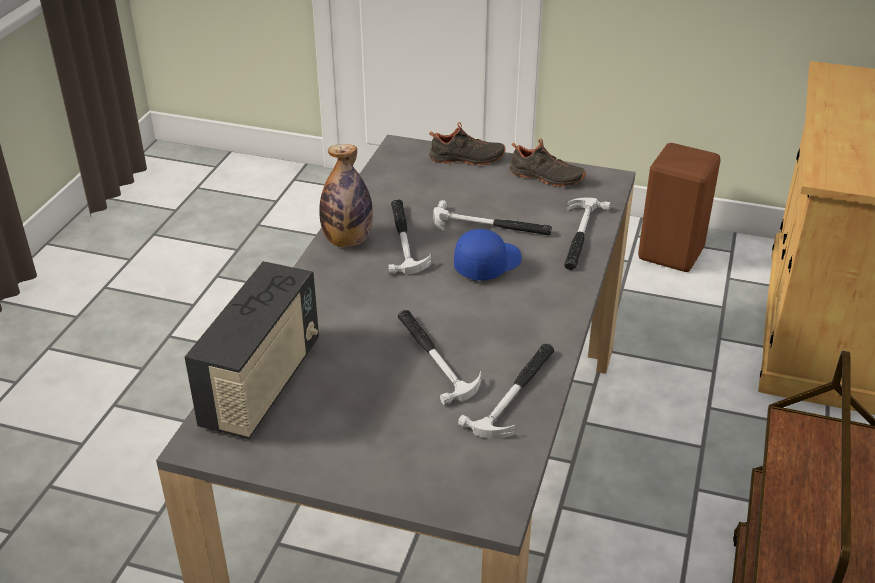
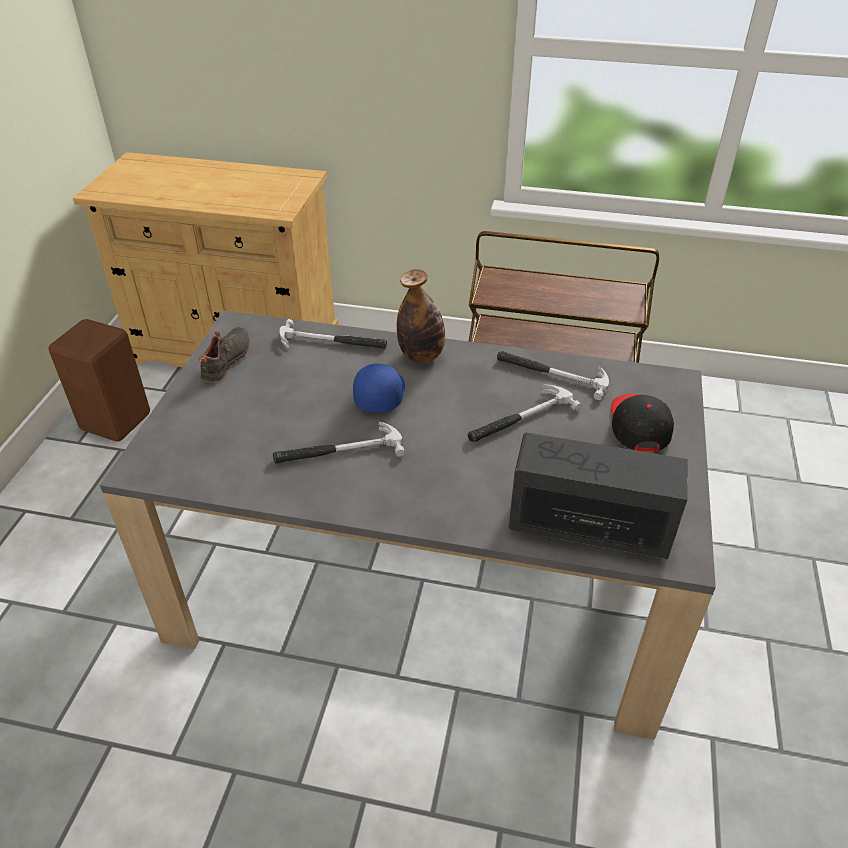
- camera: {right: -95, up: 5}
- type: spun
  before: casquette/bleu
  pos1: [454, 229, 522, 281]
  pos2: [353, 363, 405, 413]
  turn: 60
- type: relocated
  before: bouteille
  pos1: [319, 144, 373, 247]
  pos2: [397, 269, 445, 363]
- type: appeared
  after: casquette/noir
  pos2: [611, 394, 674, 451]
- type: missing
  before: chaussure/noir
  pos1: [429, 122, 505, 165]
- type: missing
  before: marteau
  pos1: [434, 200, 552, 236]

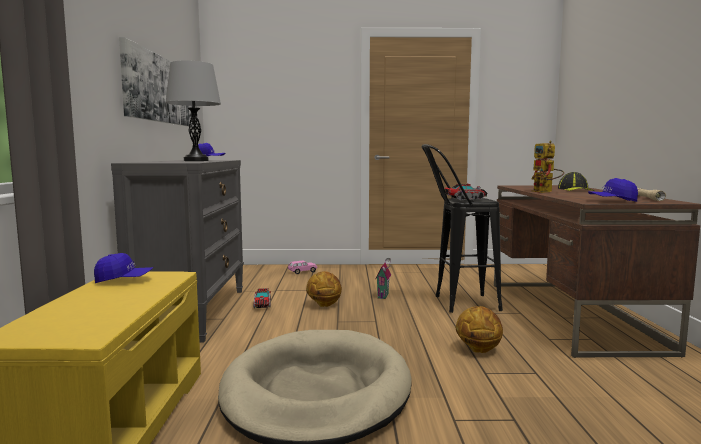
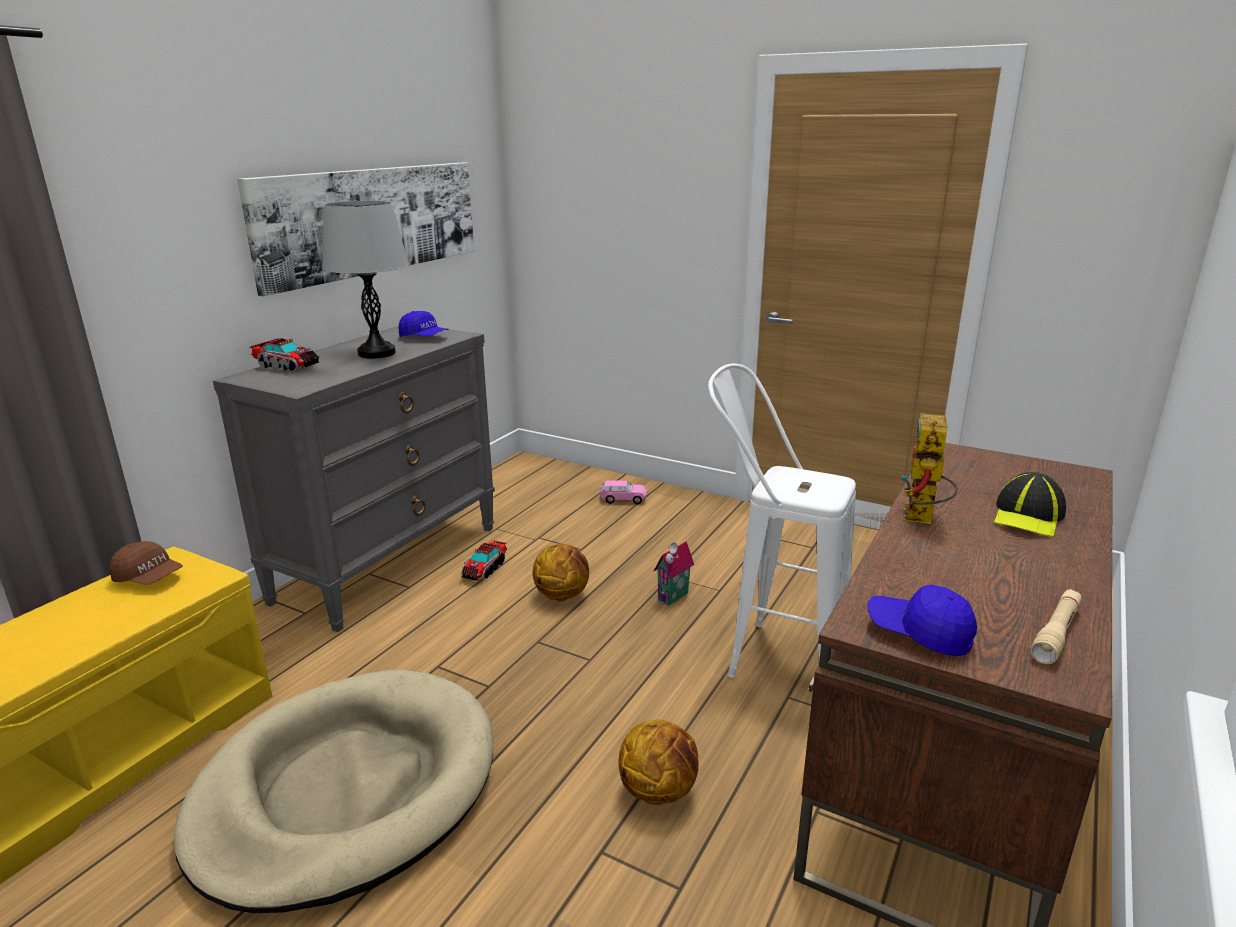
- camera: {right: 30, up: 15}
- type: colour
  before: casquette/bleu
  after: casquette/marron
  pos1: [94, 253, 153, 283]
  pos2: [110, 541, 183, 584]
- type: relocated
  before: camion jouet
  pos1: [445, 184, 487, 200]
  pos2: [249, 338, 320, 371]
- type: colour
  before: tabouret/noir
  after: tabouret/blanc
  pos1: [421, 144, 503, 313]
  pos2: [708, 364, 856, 678]

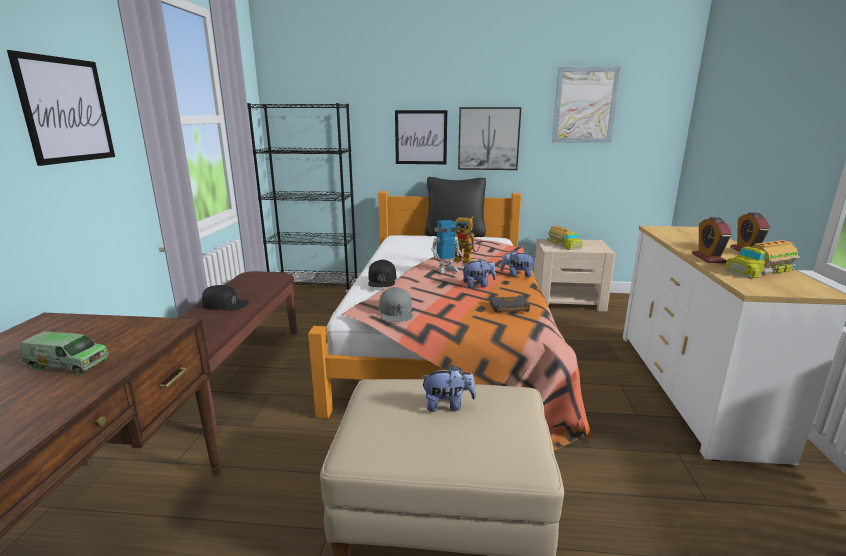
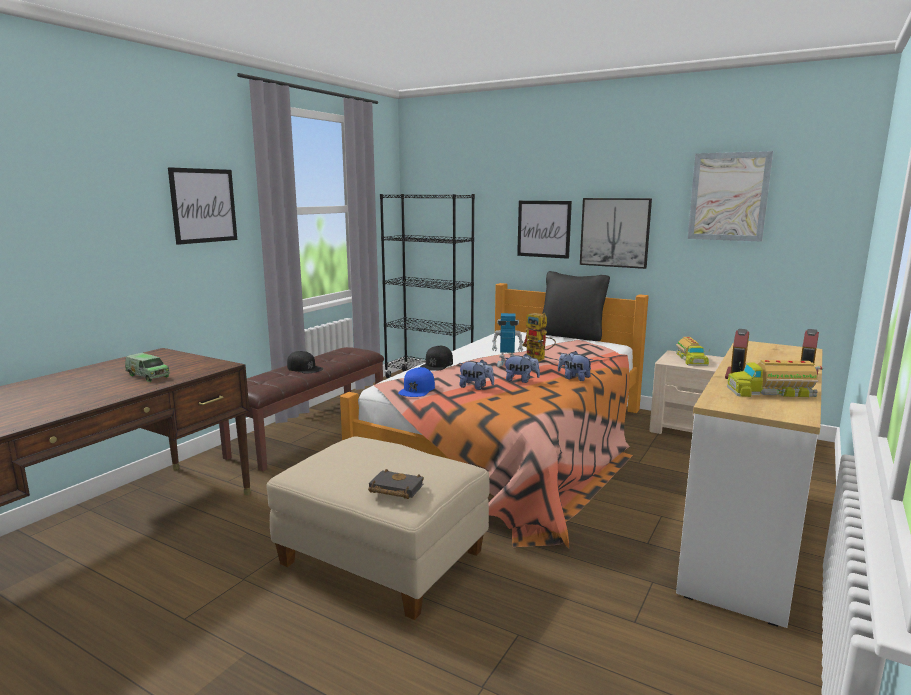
- camera: {right: 25, up: -5}
- type: relocated
  before: livre/noir
  pos1: [490, 295, 530, 313]
  pos2: [368, 469, 424, 499]
- type: colour
  before: casquette/gris
  after: casquette/bleu
  pos1: [379, 287, 413, 322]
  pos2: [398, 367, 435, 397]
- type: relocated
  before: peluche
  pos1: [420, 365, 476, 412]
  pos2: [459, 360, 494, 390]

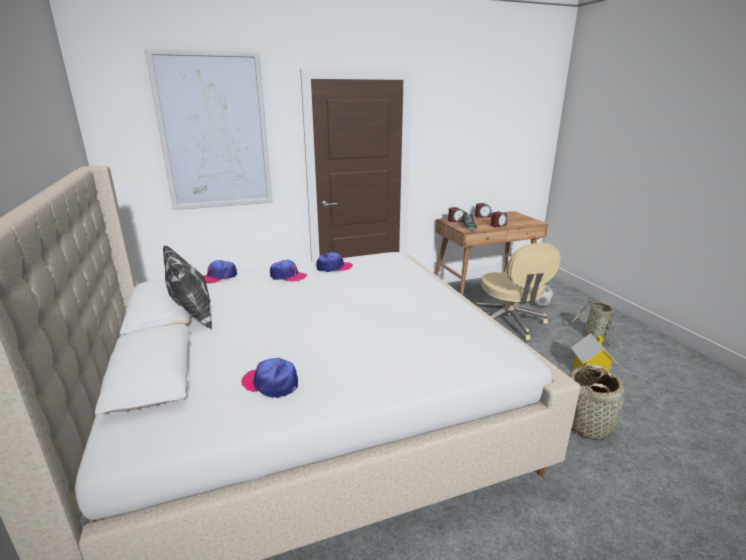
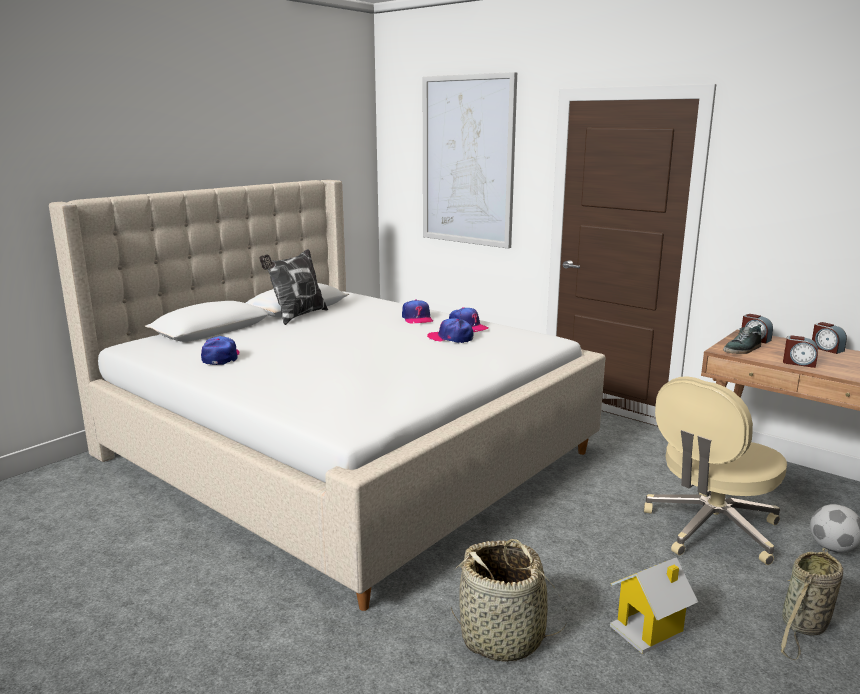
- camera: {right: 60, up: -5}
- type: relocated
  before: casquette
  pos1: [204, 260, 237, 283]
  pos2: [427, 318, 474, 343]

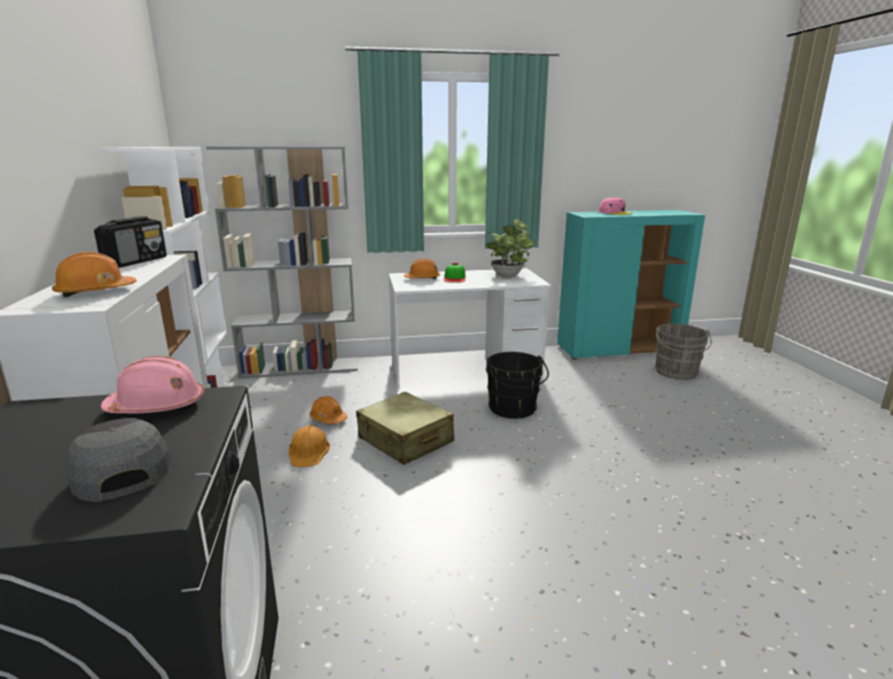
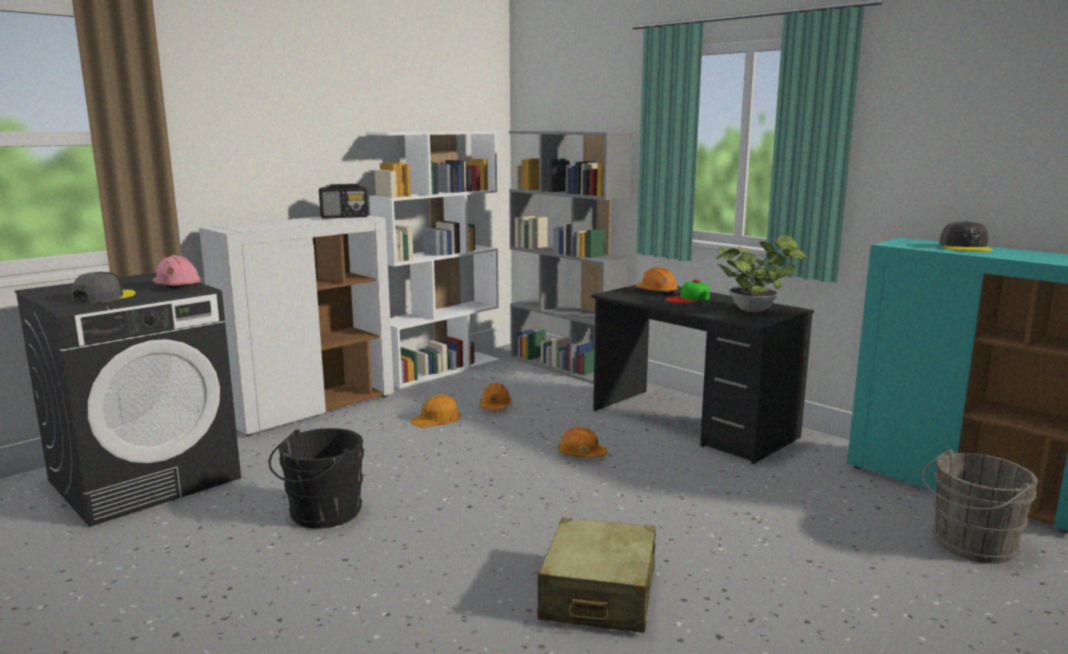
- camera: {right: 55, up: -5}
- type: relocated
  before: seau/noir
  pos1: [486, 352, 549, 419]
  pos2: [269, 428, 364, 529]
- type: relocated
  before: valise/beige
  pos1: [356, 392, 454, 465]
  pos2: [537, 518, 656, 633]
- type: relocated
  before: casque de chantier/orange
  pos1: [52, 252, 137, 297]
  pos2: [558, 427, 607, 458]
- type: colour
  before: bureau/blanc
  after: bureau/noir
  pos1: [389, 268, 551, 389]
  pos2: [592, 285, 814, 464]
- type: colour
  before: casquette/rose
  after: casquette/gris
  pos1: [599, 197, 633, 215]
  pos2: [939, 221, 993, 251]

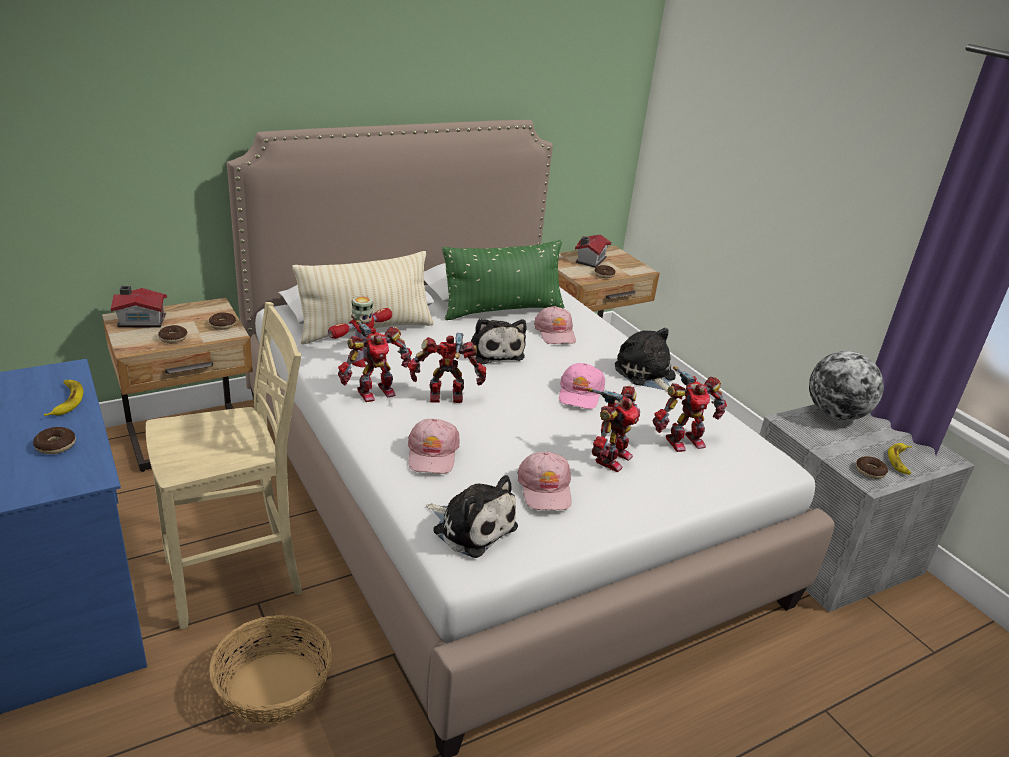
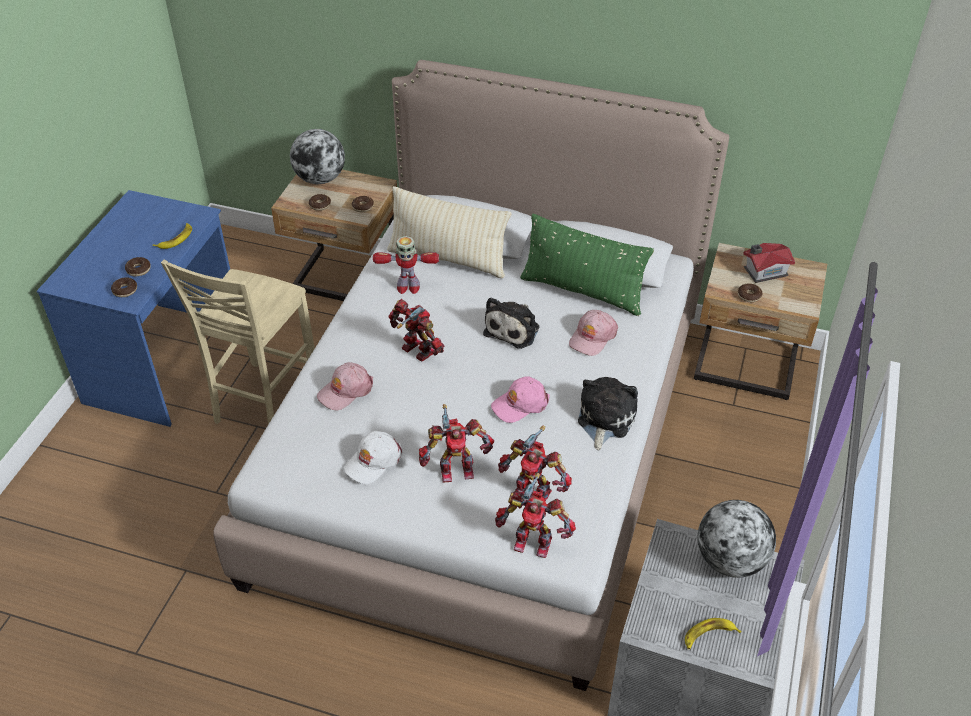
- camera: {right: 50, up: 15}
- type: relocated
  before: beignet
  pos1: [856, 456, 888, 479]
  pos2: [111, 277, 137, 297]
- type: spun
  before: chaise/beige
  pos1: [146, 302, 302, 630]
  pos2: [161, 260, 315, 424]
  turn: 90
- type: exchanged
  before: maison miniature
  after: globe
  pos1: [111, 286, 167, 327]
  pos2: [290, 129, 345, 184]
- type: colour
  before: casquette/rose
  after: casquette/blanc
  pos1: [517, 452, 572, 510]
  pos2: [344, 431, 402, 484]
- type: relocated
  before: robot jouet
  pos1: [338, 320, 412, 402]
  pos2: [495, 473, 576, 558]
- type: missing
  before: panier
  pos1: [209, 615, 332, 725]
- type: missing
  before: peluche
  pos1: [426, 475, 518, 558]

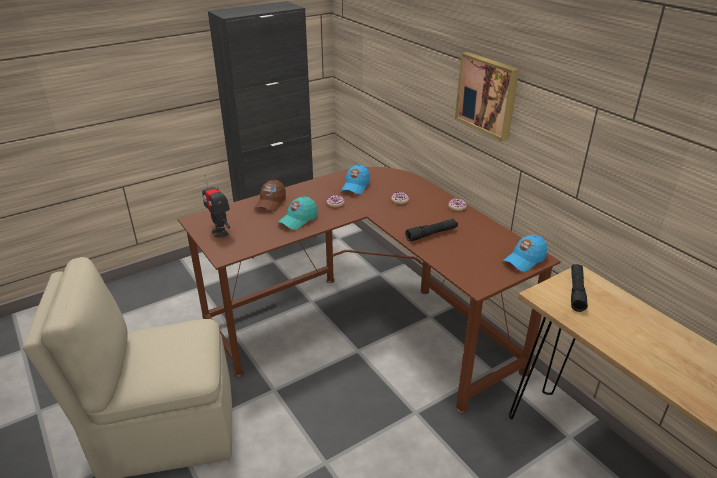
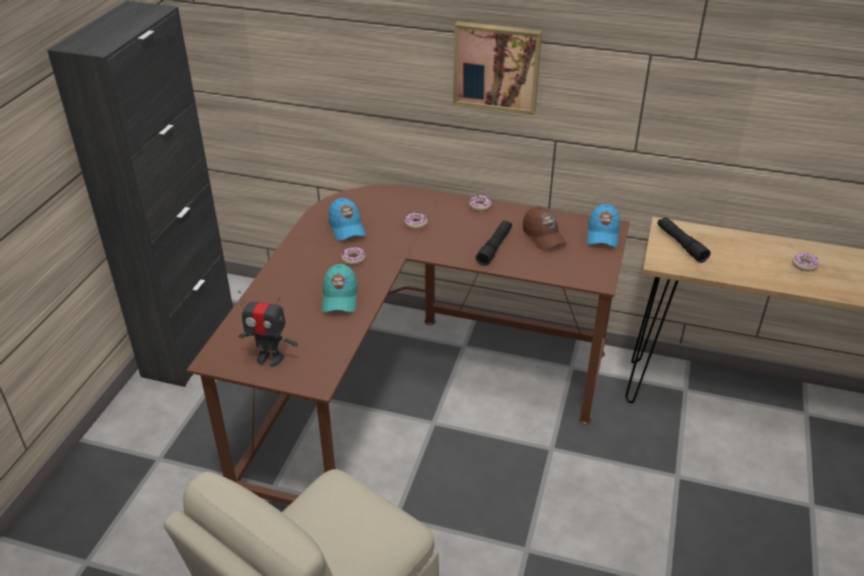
- camera: {right: -40, up: 5}
- type: relocated
  before: casquette/marron
  pos1: [255, 180, 286, 211]
  pos2: [523, 206, 567, 250]
- type: appeared
  after: beignet
  pos2: [792, 253, 819, 271]

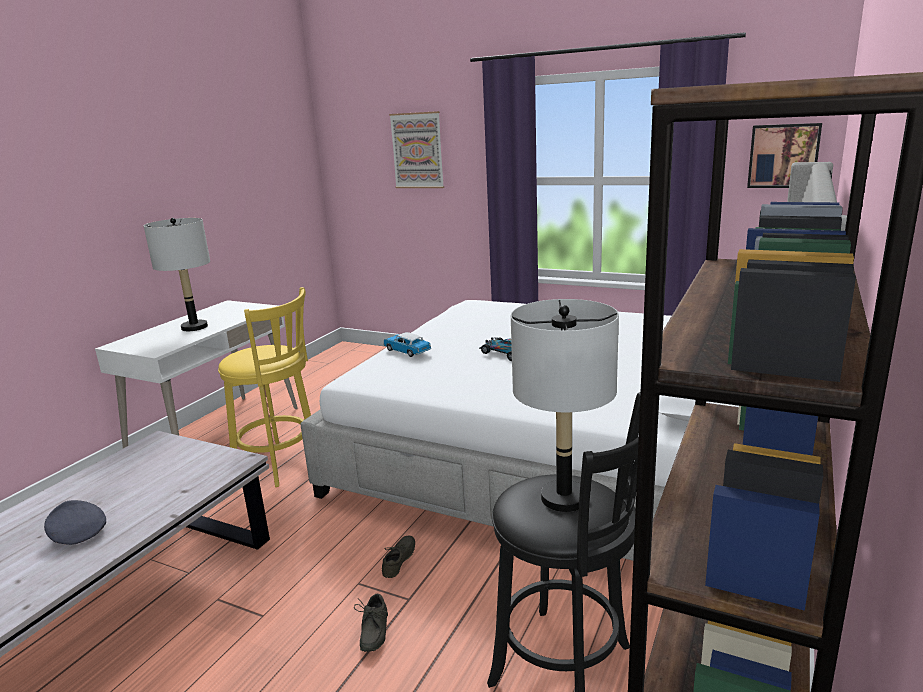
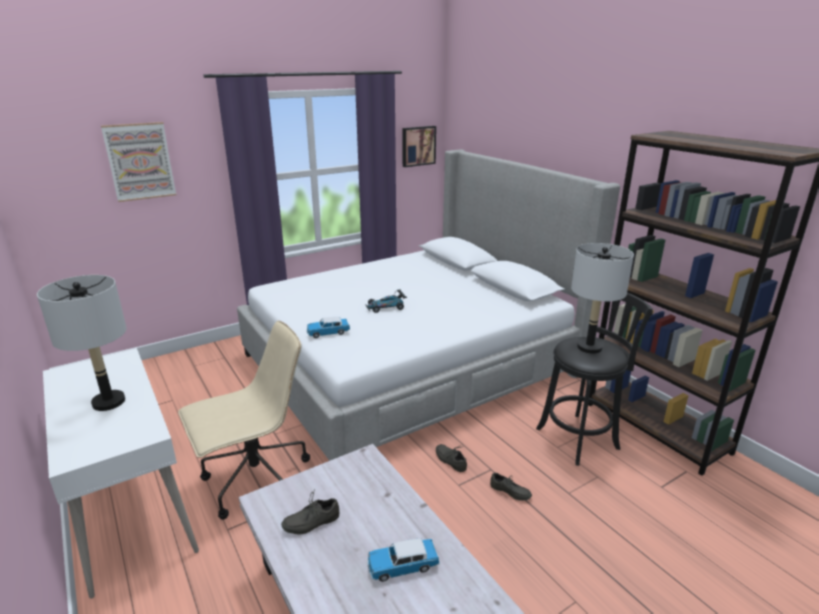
- camera: {right: -60, up: 5}
- type: exchanged
  before: tabouret/jaune
  after: chaise de bureau/beige
  pos1: [218, 287, 311, 487]
  pos2: [178, 321, 310, 520]
- type: appeared
  after: chaussure/gris
  pos2: [281, 489, 340, 534]
- type: exchanged
  before: casquette/gris
  after: petite voiture
  pos1: [44, 500, 106, 545]
  pos2: [368, 538, 440, 582]

